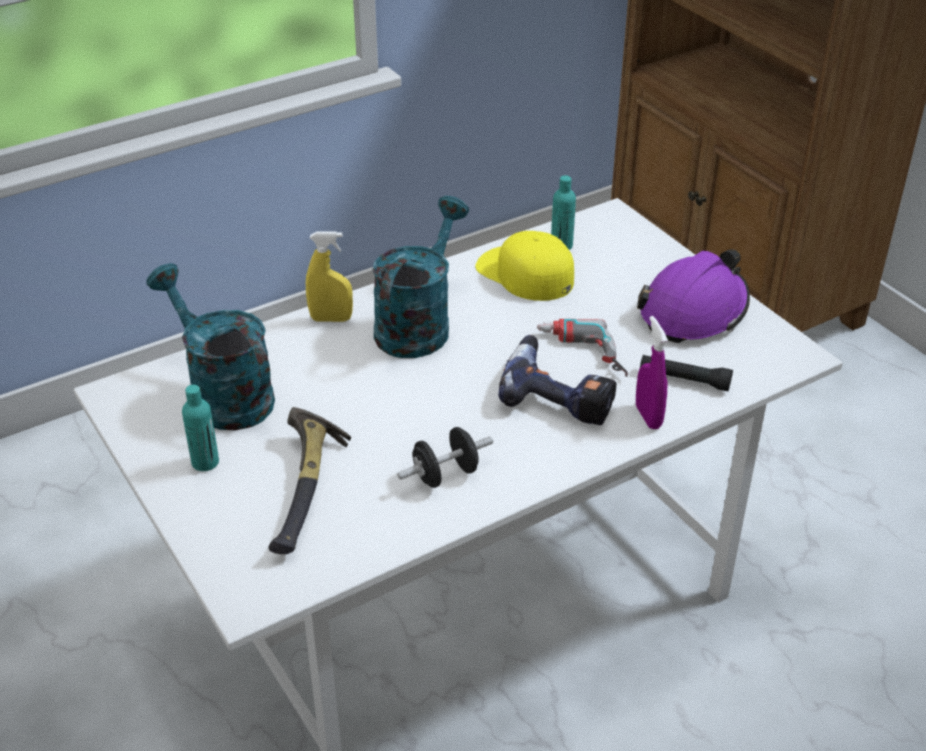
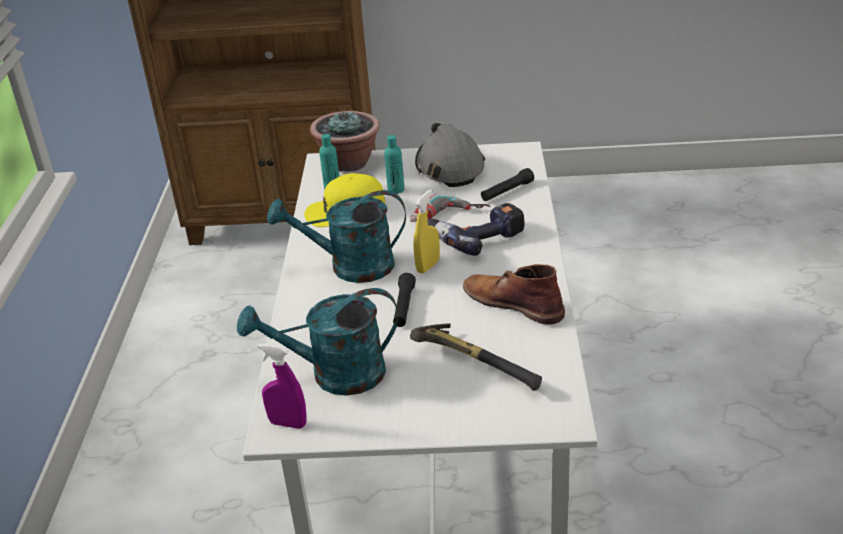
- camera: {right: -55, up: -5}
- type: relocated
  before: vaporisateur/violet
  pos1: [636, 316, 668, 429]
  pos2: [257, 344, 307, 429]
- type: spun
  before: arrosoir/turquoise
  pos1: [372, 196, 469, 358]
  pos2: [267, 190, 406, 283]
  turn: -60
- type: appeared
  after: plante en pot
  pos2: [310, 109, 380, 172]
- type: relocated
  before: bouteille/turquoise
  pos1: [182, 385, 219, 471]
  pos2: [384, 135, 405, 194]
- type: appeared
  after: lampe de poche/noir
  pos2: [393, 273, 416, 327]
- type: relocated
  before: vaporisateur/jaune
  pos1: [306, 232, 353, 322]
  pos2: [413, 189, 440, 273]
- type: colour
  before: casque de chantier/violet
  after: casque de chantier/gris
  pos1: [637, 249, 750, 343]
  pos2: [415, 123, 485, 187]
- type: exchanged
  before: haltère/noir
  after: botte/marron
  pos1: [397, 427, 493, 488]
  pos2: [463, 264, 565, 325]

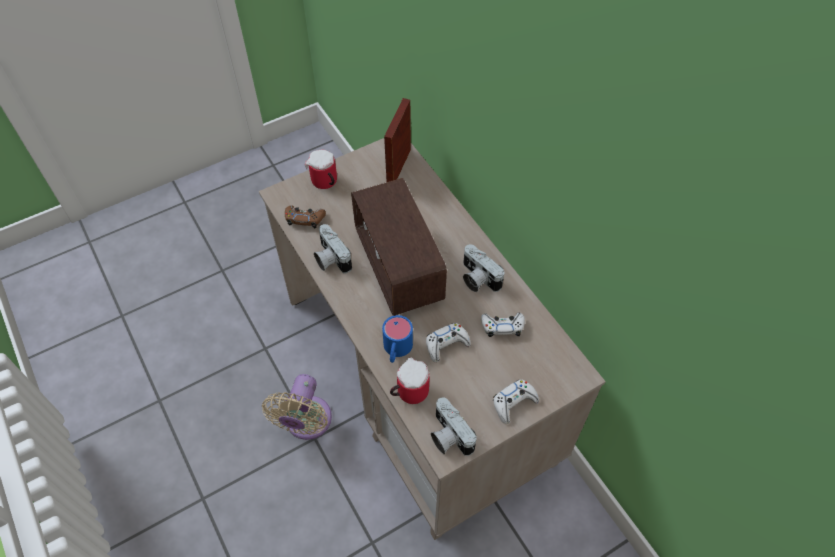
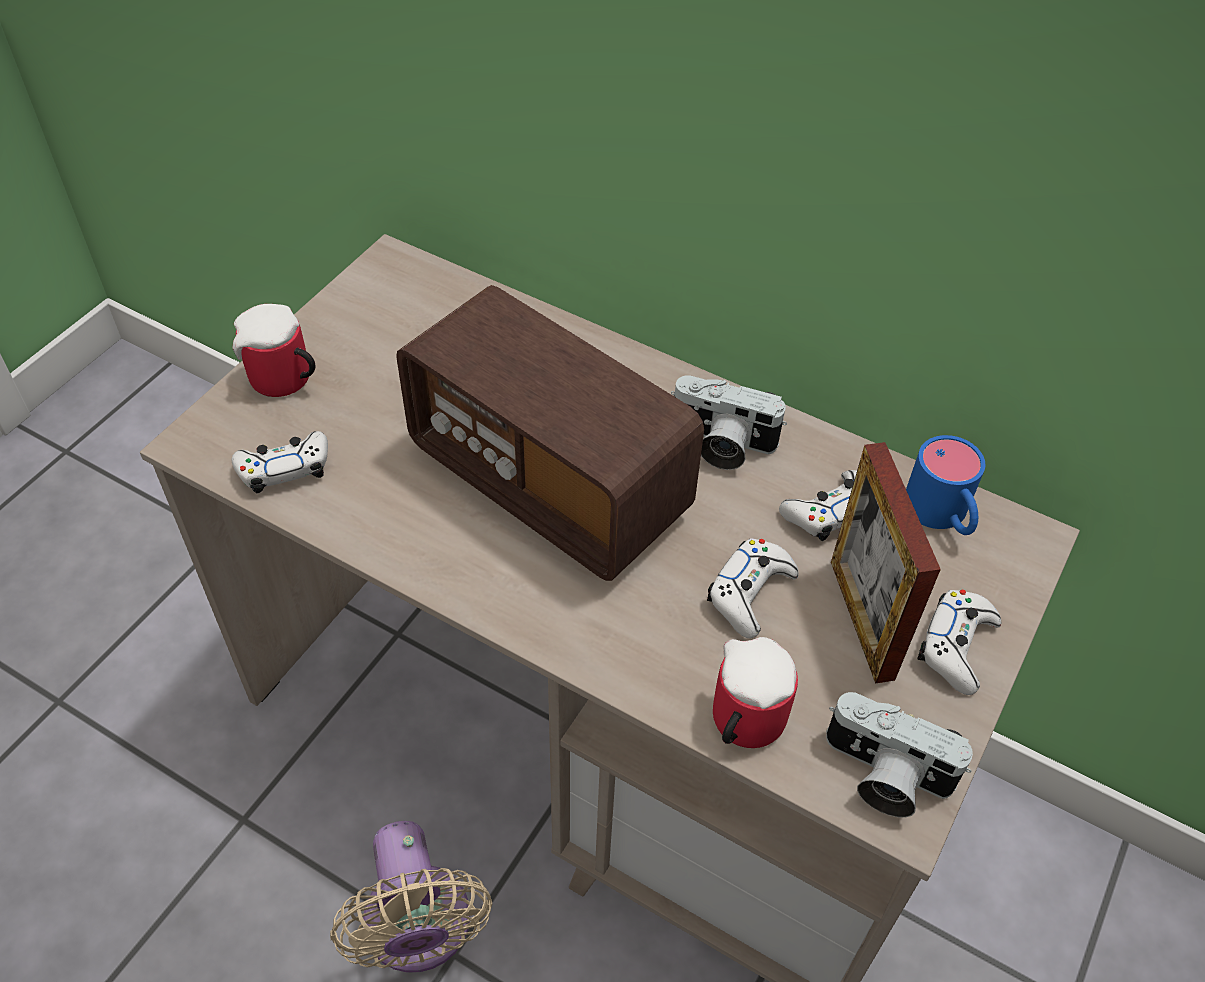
- camera: {right: -30, up: -5}
- type: colour
  before: manette/marron
  after: manette/blanc
  pos1: [285, 205, 326, 228]
  pos2: [232, 431, 328, 494]
- type: relocated
  before: cadre photo
  pos1: [384, 98, 411, 182]
  pos2: [831, 442, 941, 684]
- type: relocated
  before: mug/bleu
  pos1: [382, 315, 413, 363]
  pos2: [906, 435, 985, 535]
- type: missing
  before: appareil photo
  pos1: [314, 224, 352, 273]

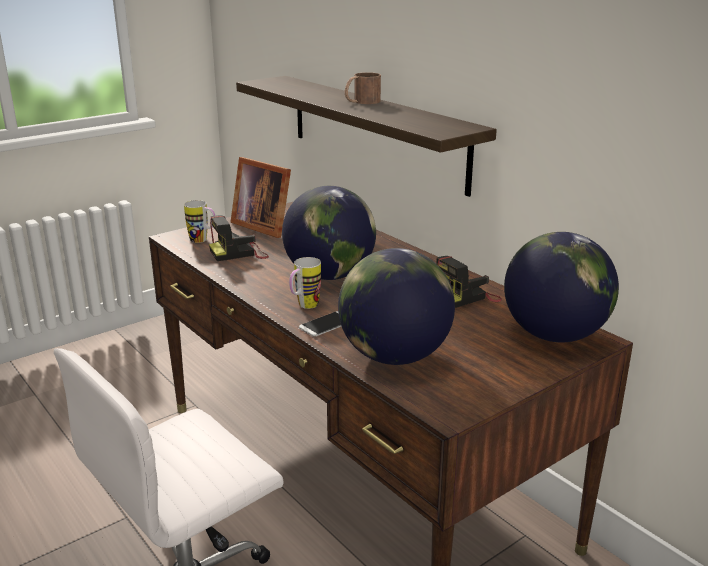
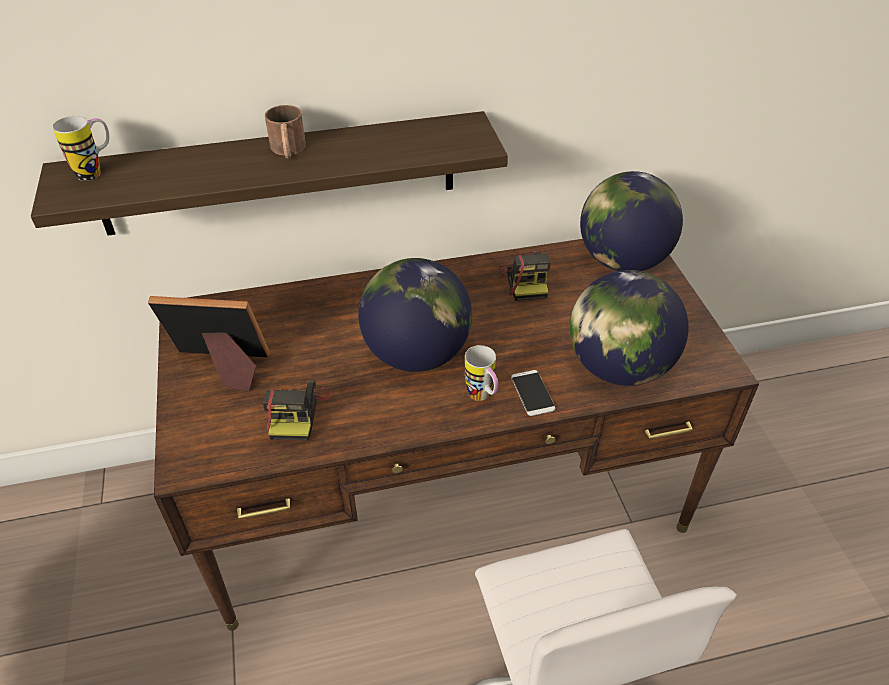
- camera: {right: -65, up: 20}
- type: relocated
  before: mug
  pos1: [184, 200, 215, 243]
  pos2: [52, 116, 109, 181]
- type: spun
  before: cadre photo
  pos1: [230, 157, 291, 238]
  pos2: [148, 296, 270, 391]
  turn: -150

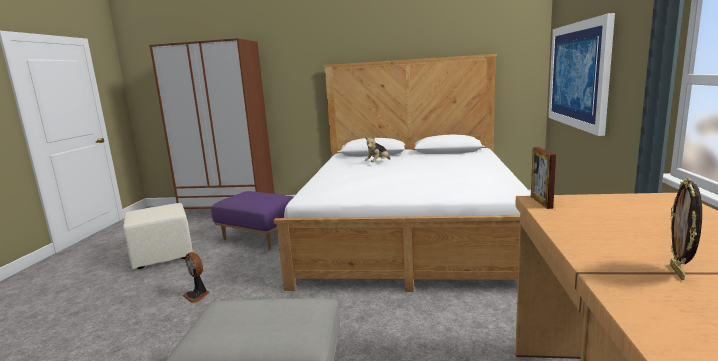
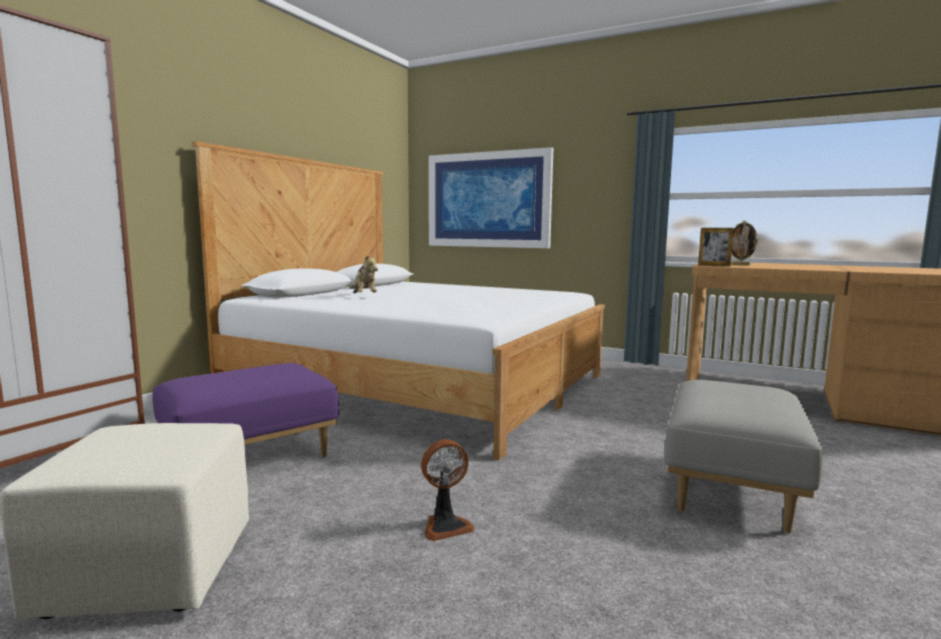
- camera: {right: -70, up: -5}
- type: relocated
  before: cadre photo
  pos1: [670, 177, 702, 280]
  pos2: [732, 221, 759, 266]

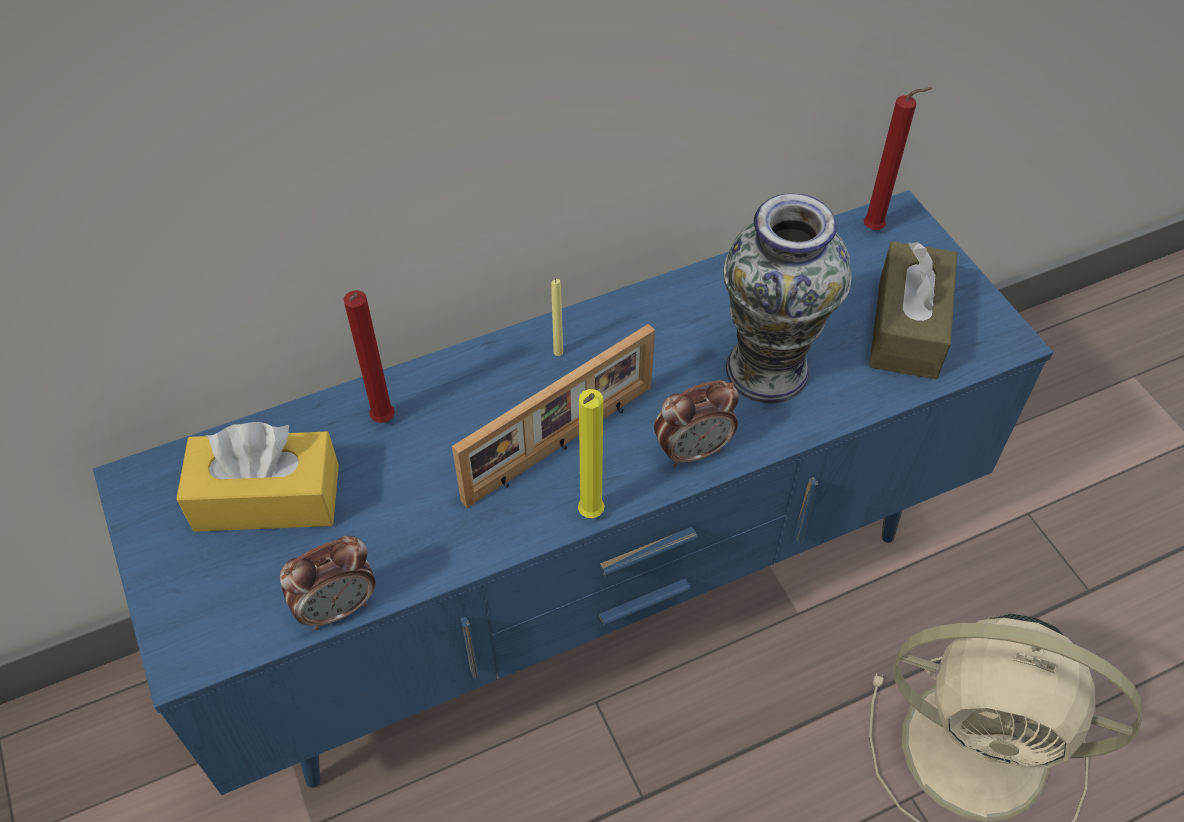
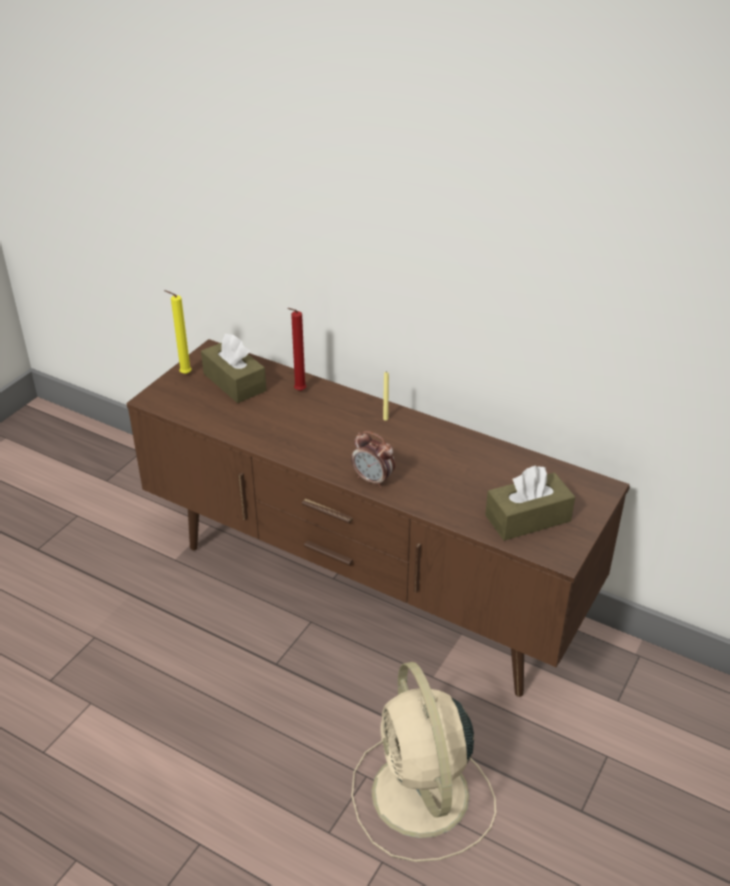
- camera: {right: 55, up: -15}
- type: colour
  before: meuble télé/bleu
  after: meuble télé/marron
  pos1: [93, 190, 1054, 795]
  pos2: [127, 339, 630, 697]
- type: relocated
  before: bougie/jaune
  pos1: [578, 389, 604, 518]
  pos2: [164, 290, 192, 374]
- type: colour
  before: boîte à mouchoirs/jaune
  after: boîte à mouchoirs/marron
  pos1: [176, 422, 339, 532]
  pos2: [201, 334, 267, 403]
- type: missing
  before: réveil
  pos1: [280, 536, 376, 630]
- type: missing
  before: cadre photo
  pos1: [452, 324, 655, 508]
- type: missing
  before: vase
  pos1: [723, 194, 851, 403]
- type: missing
  before: bougie/rouge
  pos1: [864, 87, 932, 230]

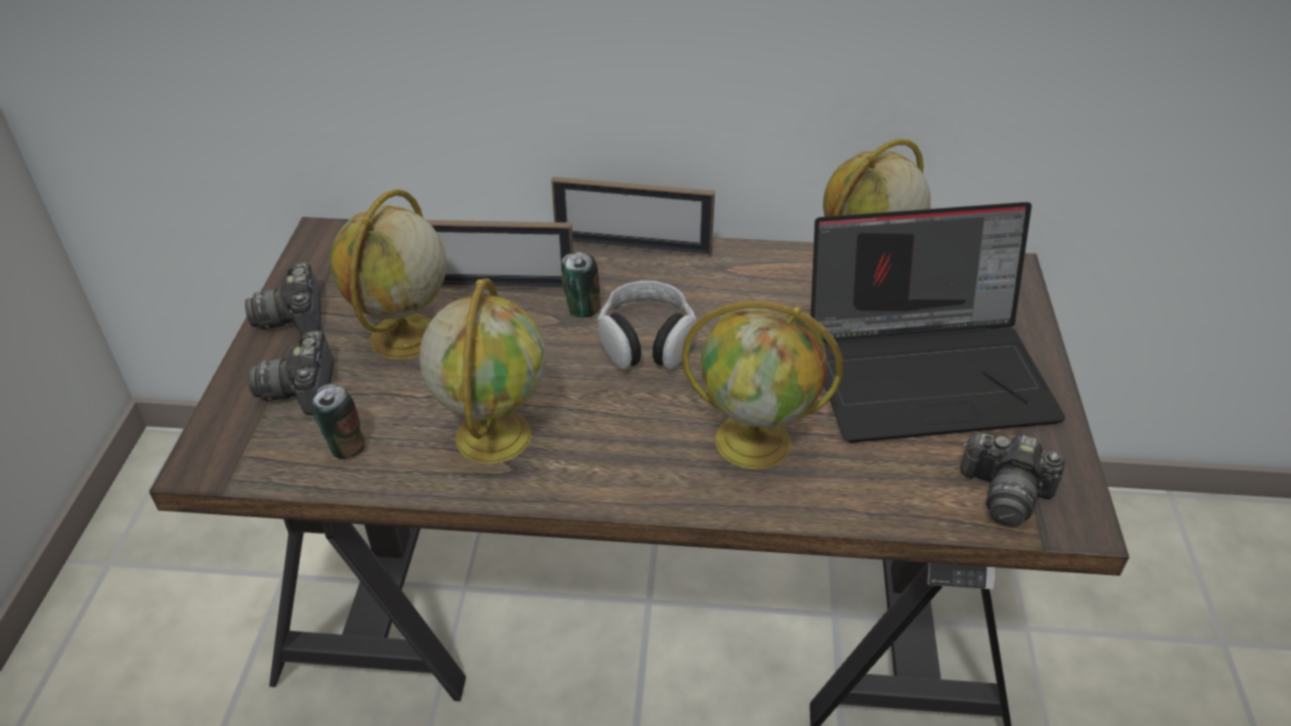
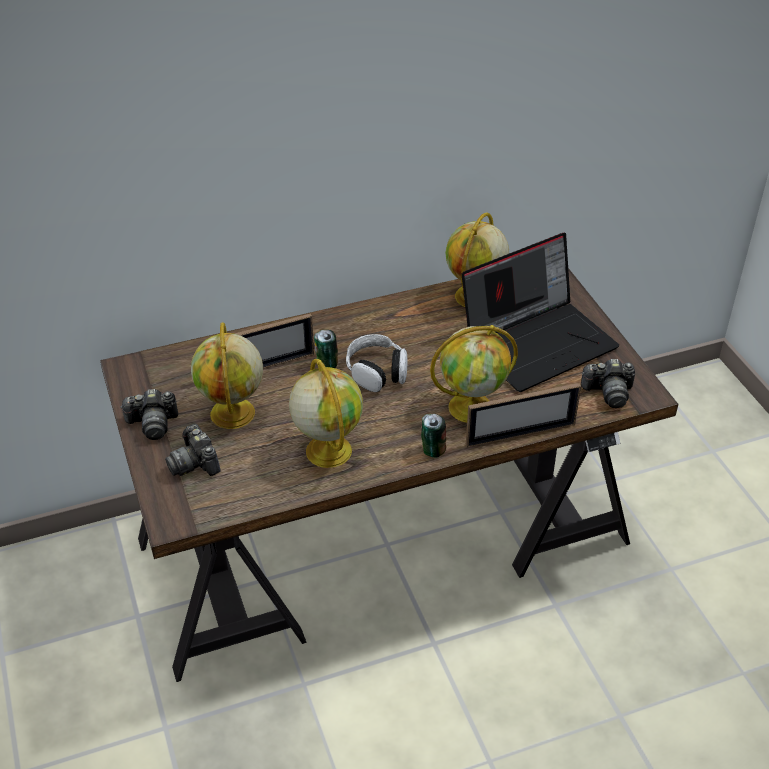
- camera: {right: -25, up: 0}
- type: spun
  before: appareil photo
  pos1: [245, 262, 321, 336]
  pos2: [120, 389, 178, 440]
  turn: -60
- type: relocated
  before: boîte métallique
  pos1: [313, 384, 365, 459]
  pos2: [421, 414, 446, 457]
- type: relocated
  before: cadre photo
  pos1: [551, 177, 715, 257]
  pos2: [466, 383, 581, 448]

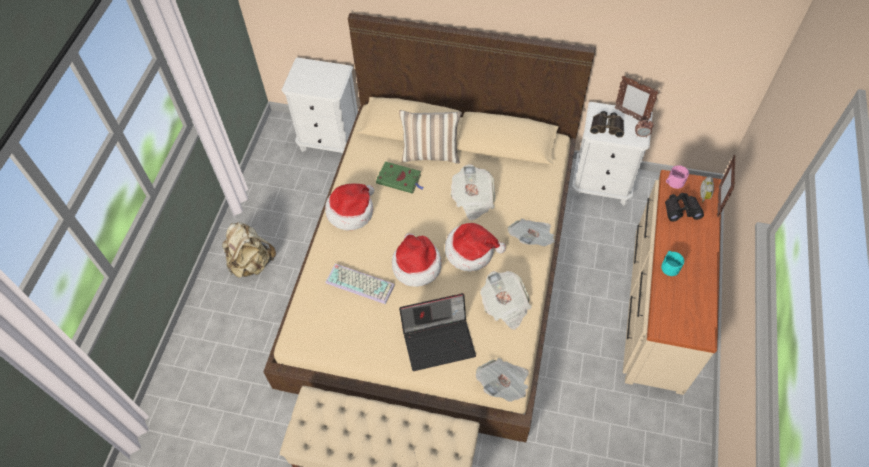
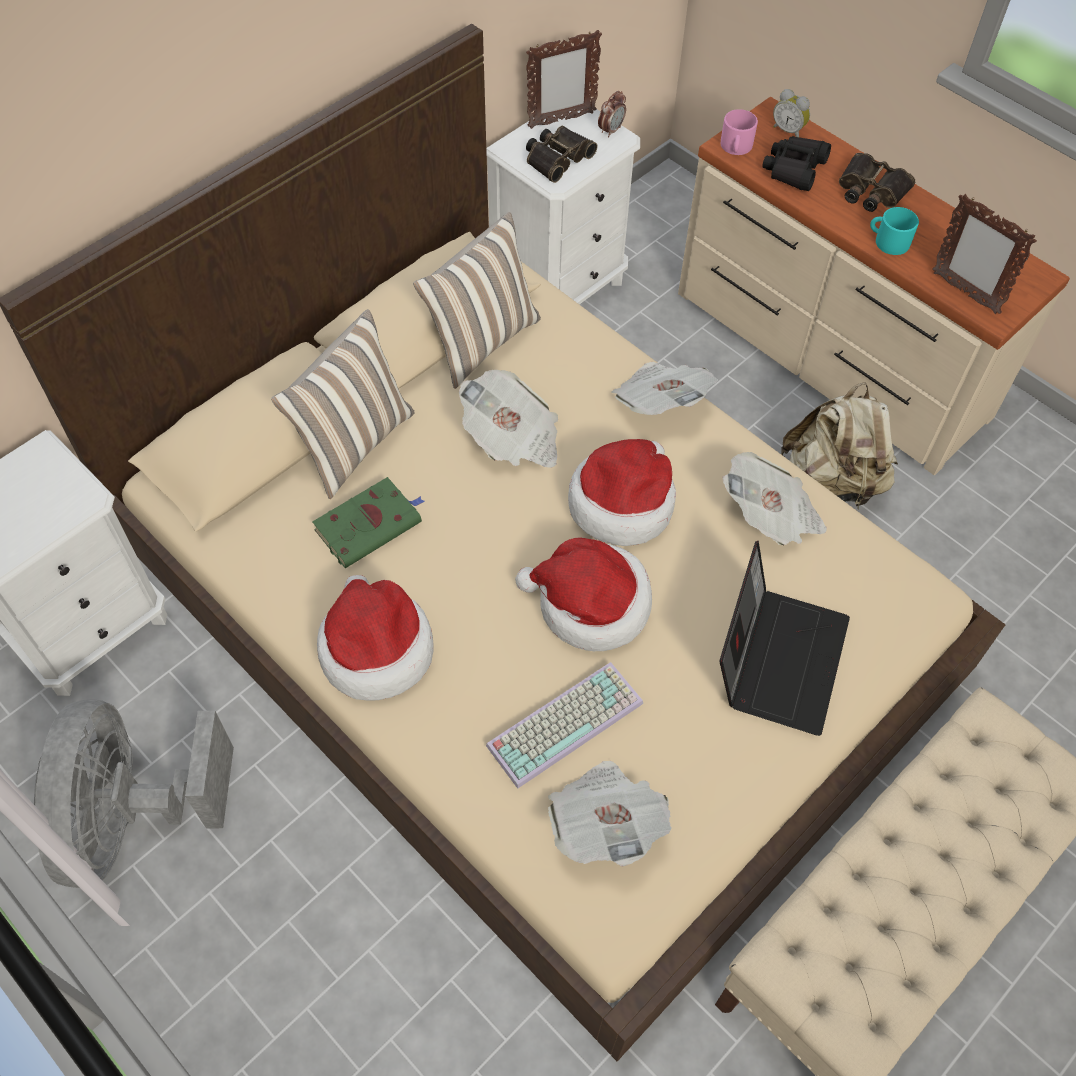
- camera: {right: -60, up: 0}
- type: appeared
  after: ventilateur/gris
  pos2: [34, 699, 234, 888]
- type: appeared
  after: coussin
  pos2: [413, 212, 541, 389]
- type: relocated
  before: journal
  pos1: [476, 358, 529, 402]
  pos2: [548, 761, 672, 866]
- type: relocated
  before: sac à dos/beige
  pos1: [222, 222, 276, 278]
  pos2: [781, 382, 898, 511]
- type: appeared
  after: jumelles
  pos2: [839, 153, 915, 212]
- type: relocated
  before: cadre photo
  pos1: [717, 155, 736, 217]
  pos2: [932, 194, 1037, 314]

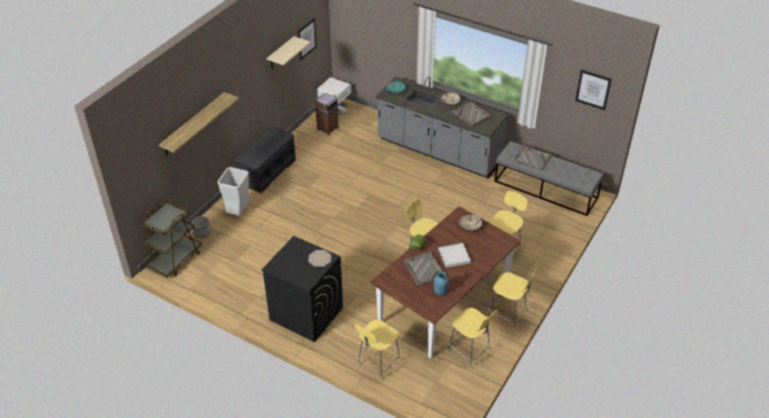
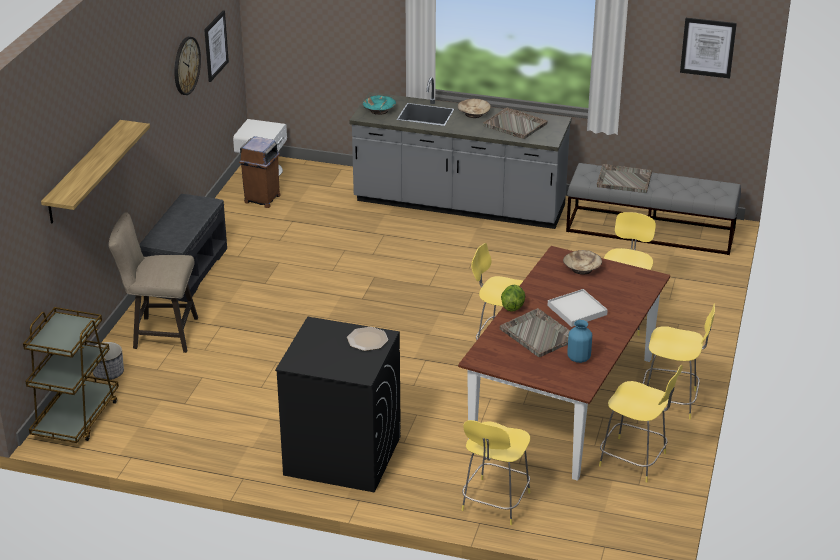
- camera: {right: -15, up: -10}
- type: exchanged
  before: poubelle/gris
  after: tabouret/beige
  pos1: [217, 167, 249, 215]
  pos2: [109, 212, 198, 353]
- type: exchanged
  before: étagère/beige
  after: horloge murale
  pos1: [267, 36, 311, 69]
  pos2: [174, 37, 201, 95]

